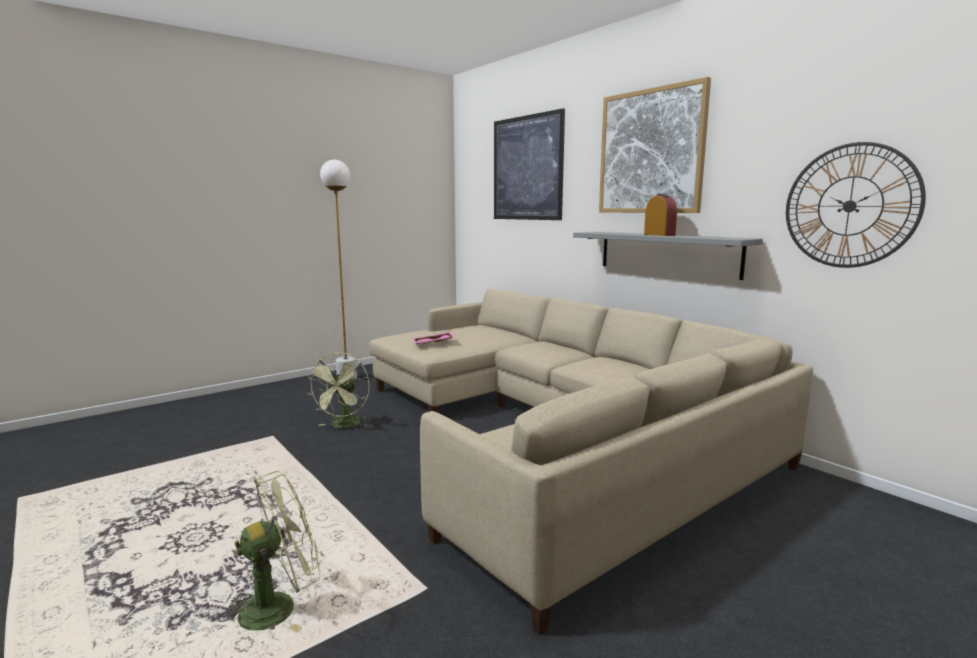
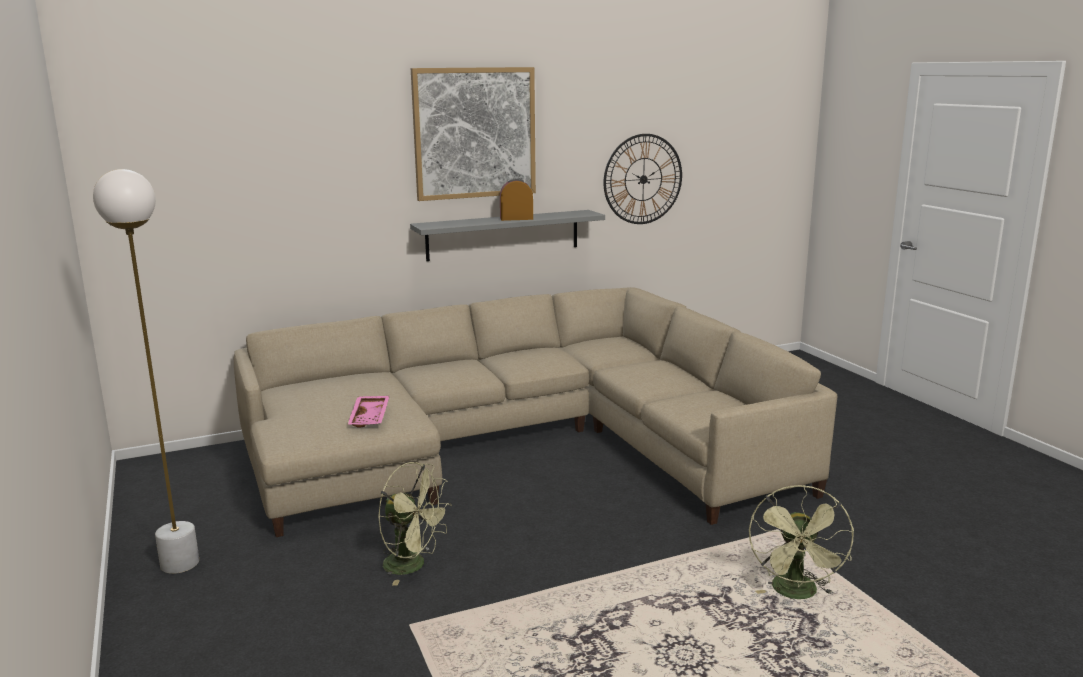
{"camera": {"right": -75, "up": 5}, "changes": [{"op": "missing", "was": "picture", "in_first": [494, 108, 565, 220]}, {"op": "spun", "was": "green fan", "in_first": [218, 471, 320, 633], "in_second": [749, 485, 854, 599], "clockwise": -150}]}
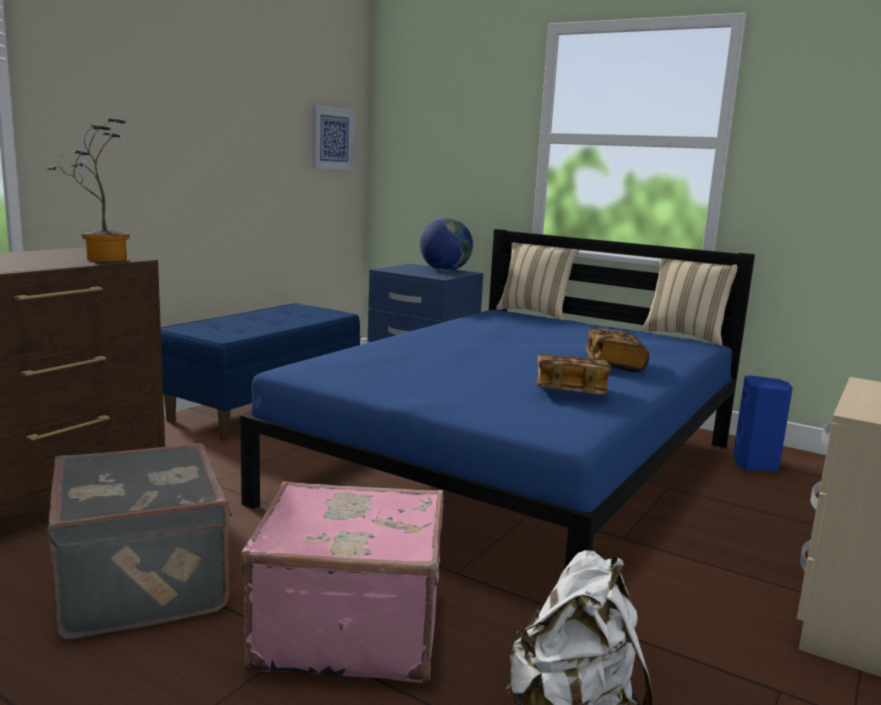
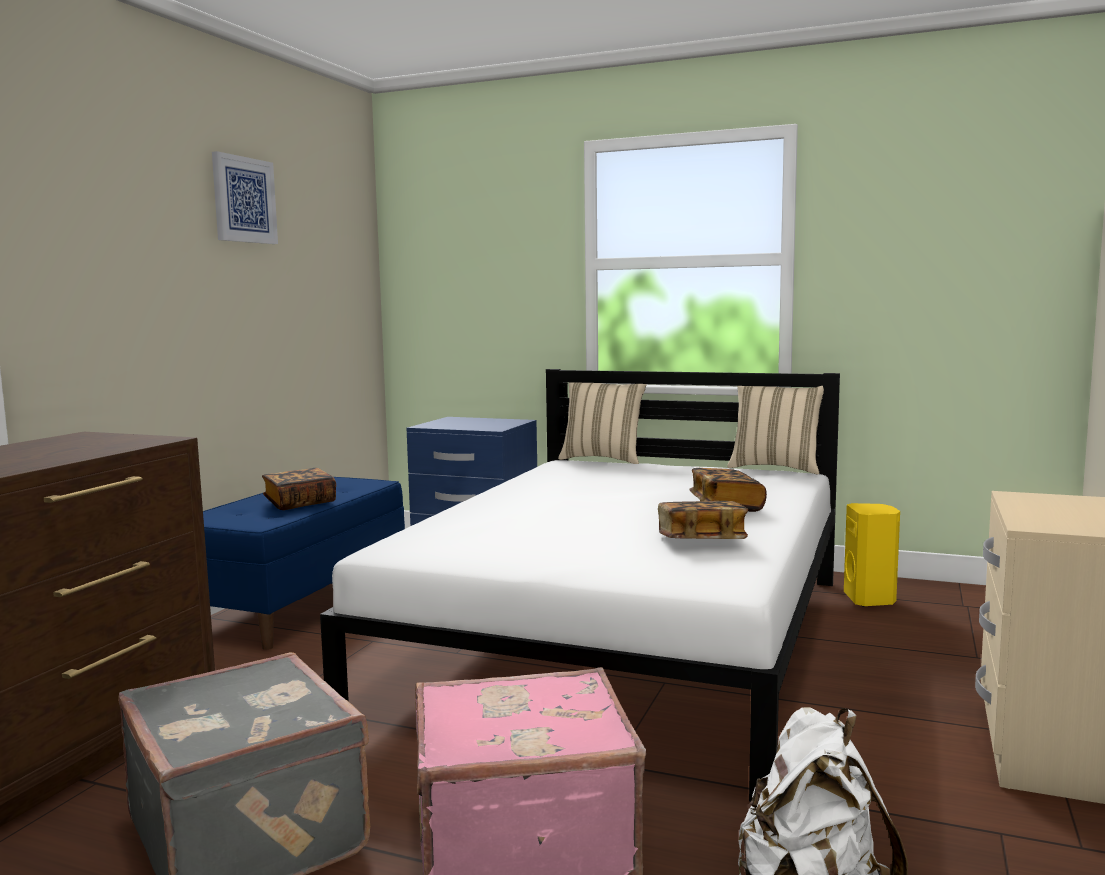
{"camera": {"right": -10, "up": -5}, "changes": [{"op": "relocated", "was": "picture", "in_first": [312, 104, 355, 170], "in_second": [212, 151, 278, 244]}, {"op": "missing", "was": "potted plant", "in_first": [45, 118, 130, 262]}, {"op": "missing", "was": "globe", "in_first": [420, 218, 473, 271]}, {"op": "colour", "was": "blue bed", "now": "white bed", "in_first": [240, 229, 755, 569], "in_second": [320, 369, 840, 802]}, {"op": "colour", "was": "blue speaker", "now": "yellow speaker", "in_first": [733, 375, 793, 472], "in_second": [844, 503, 900, 607]}, {"op": "appeared", "now": "book", "in_second": [262, 468, 336, 510]}]}
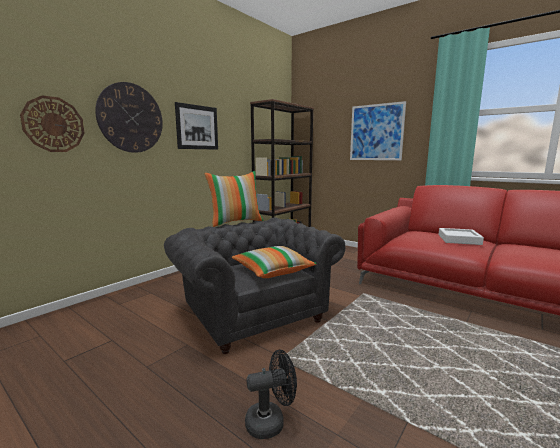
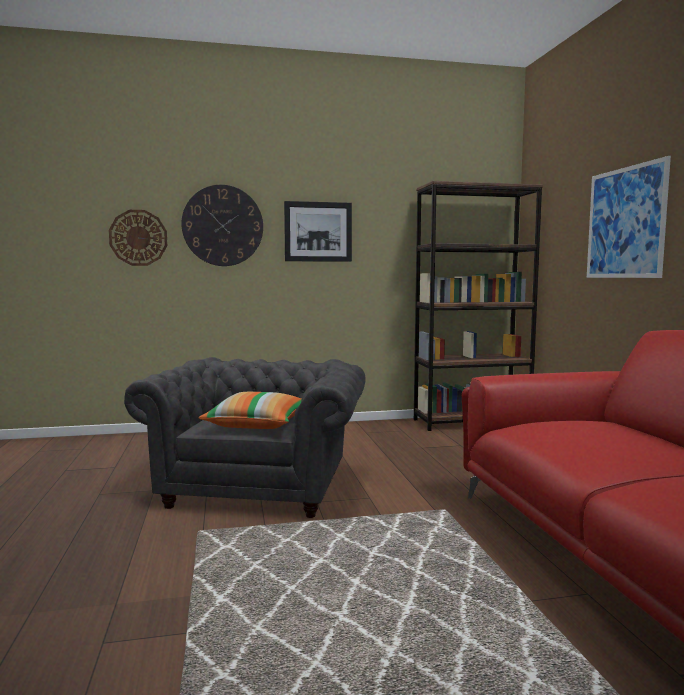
{"camera": {"right": 40, "up": -5}, "changes": [{"op": "missing", "was": "pillow", "in_first": [204, 171, 264, 227]}, {"op": "missing", "was": "white tray", "in_first": [438, 228, 484, 245]}, {"op": "missing", "was": "black fan", "in_first": [245, 350, 297, 439]}]}
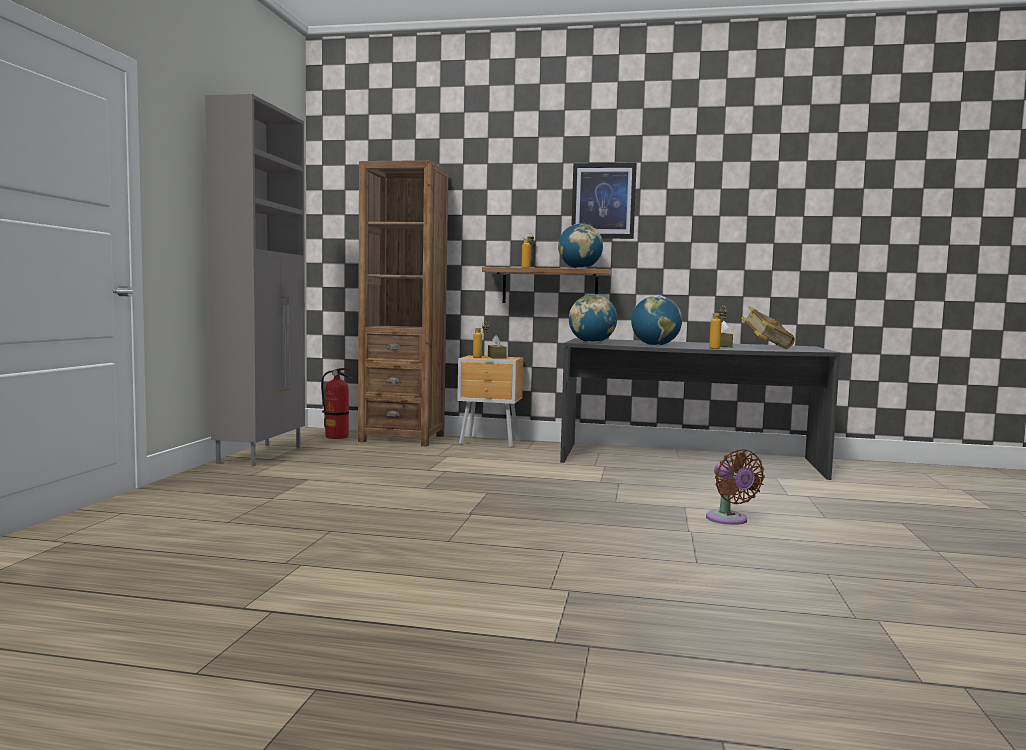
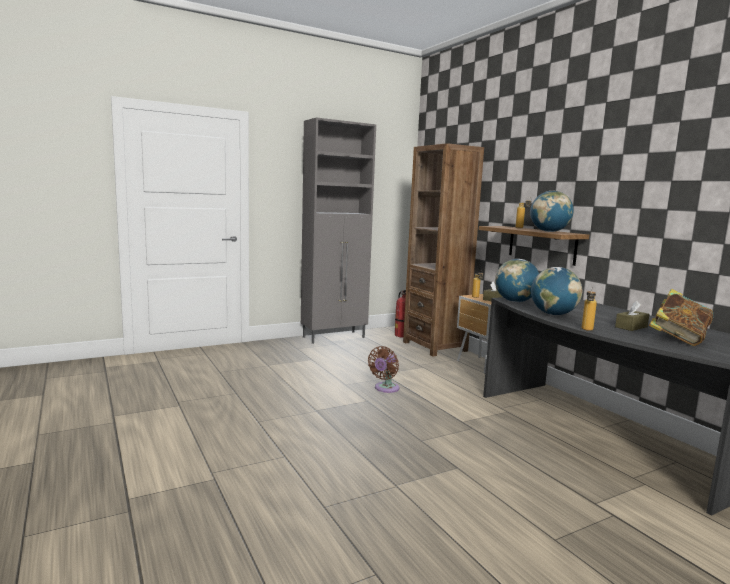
{"camera": {"right": 50, "up": 5}, "changes": [{"op": "missing", "was": "picture", "in_first": [571, 163, 637, 239]}, {"op": "relocated", "was": "brown fan", "in_first": [706, 449, 765, 525], "in_second": [368, 346, 400, 393]}]}
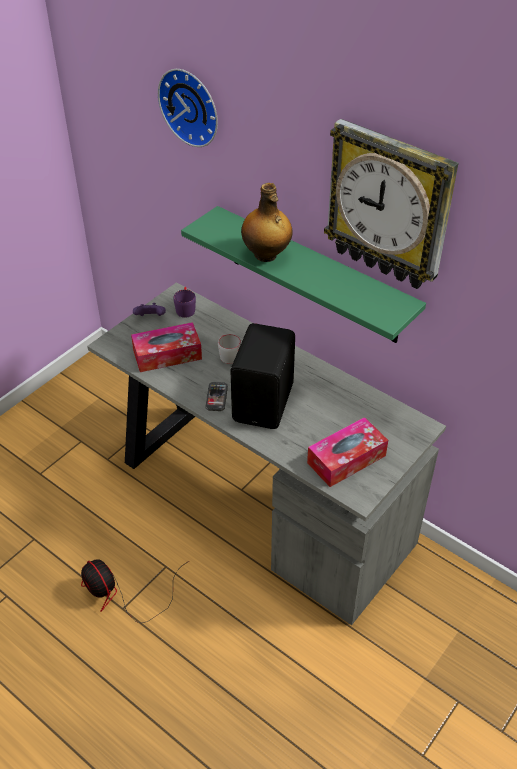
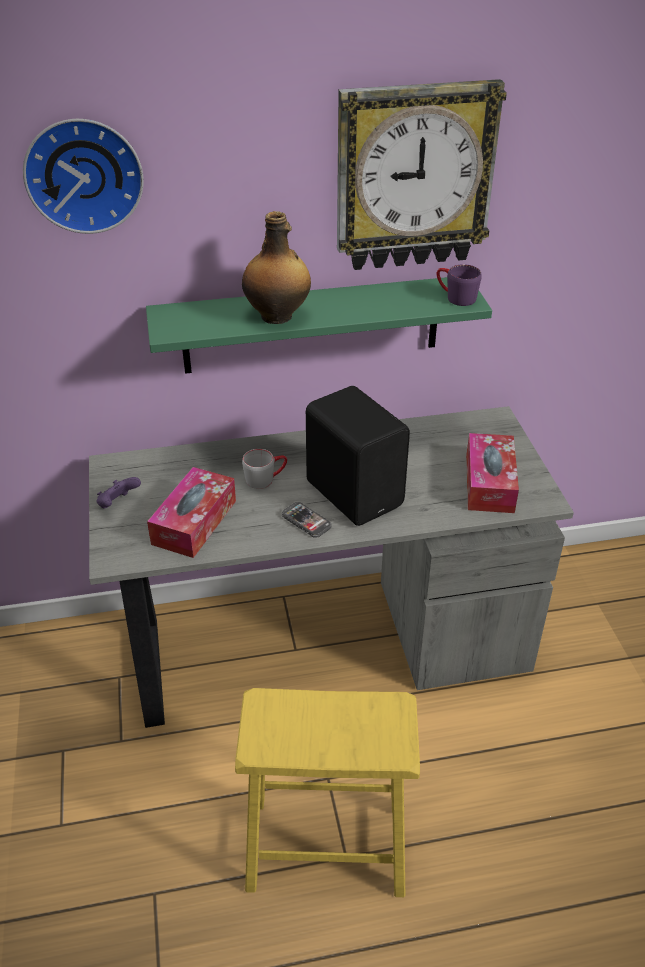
{"camera": {"right": -50, "up": -5}, "changes": [{"op": "relocated", "was": "purple mug", "in_first": [173, 287, 196, 318], "in_second": [437, 264, 482, 306]}, {"op": "exchanged", "was": "fan", "now": "yellow stool", "in_first": [81, 559, 189, 623], "in_second": [235, 688, 420, 897]}]}
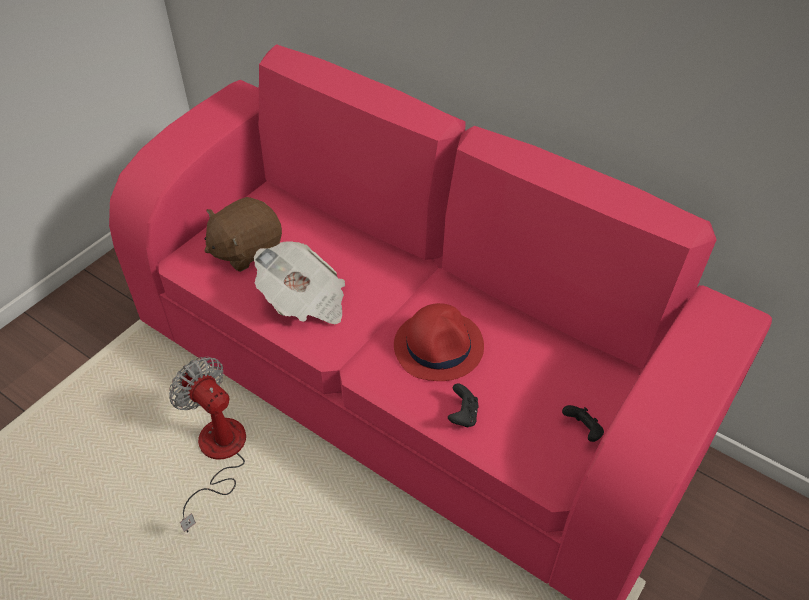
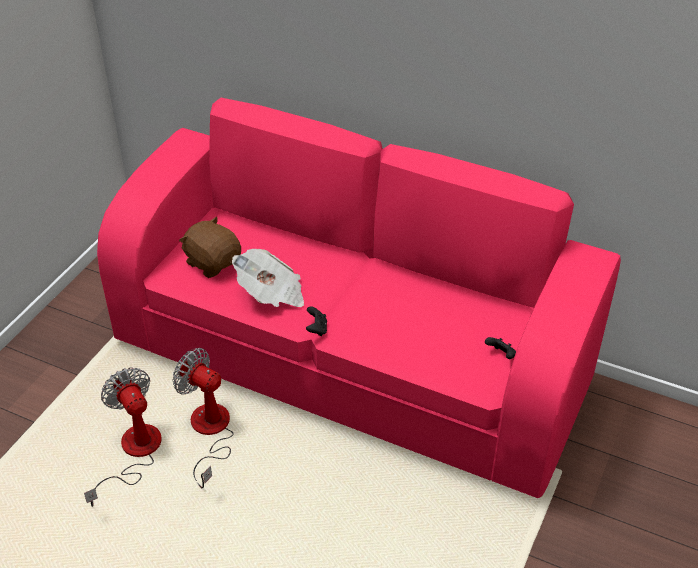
{"camera": {"right": -10, "up": -5}, "changes": [{"op": "spun", "was": "brown plush toy", "in_first": [205, 197, 282, 272], "in_second": [179, 216, 241, 278], "clockwise": 90}, {"op": "missing", "was": "red hat", "in_first": [394, 303, 484, 381]}, {"op": "relocated", "was": "black game controller", "in_first": [448, 384, 478, 428], "in_second": [306, 306, 327, 336]}, {"op": "appeared", "now": "fan", "in_second": [84, 367, 162, 507]}]}
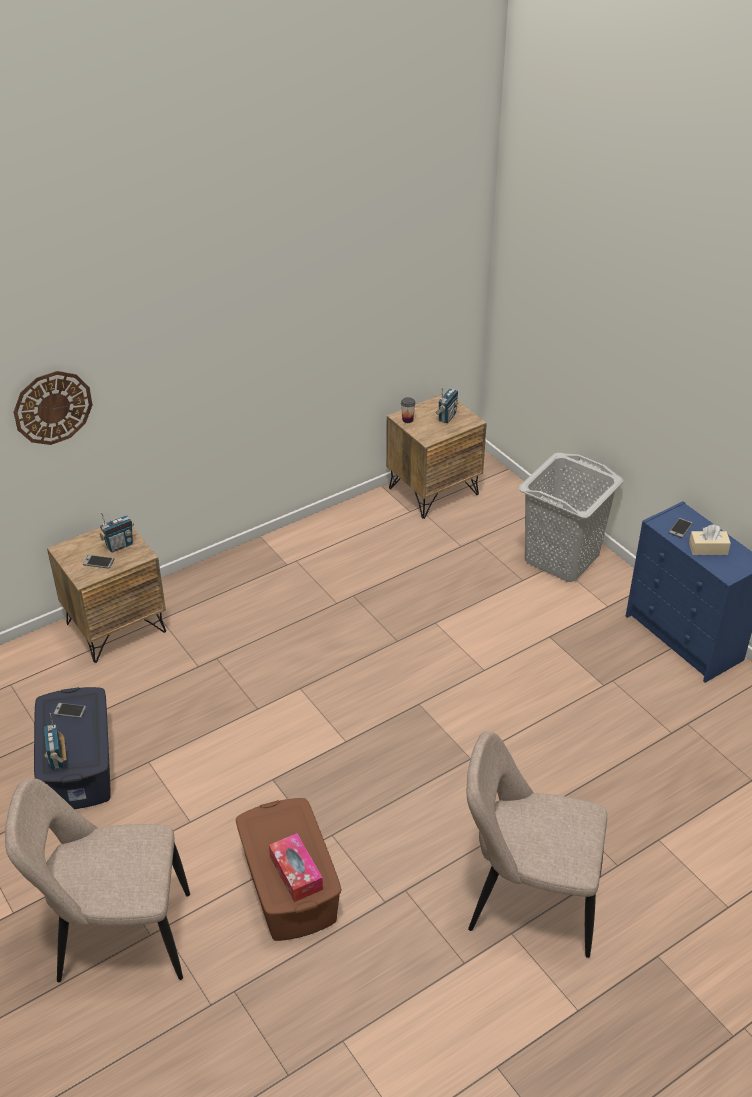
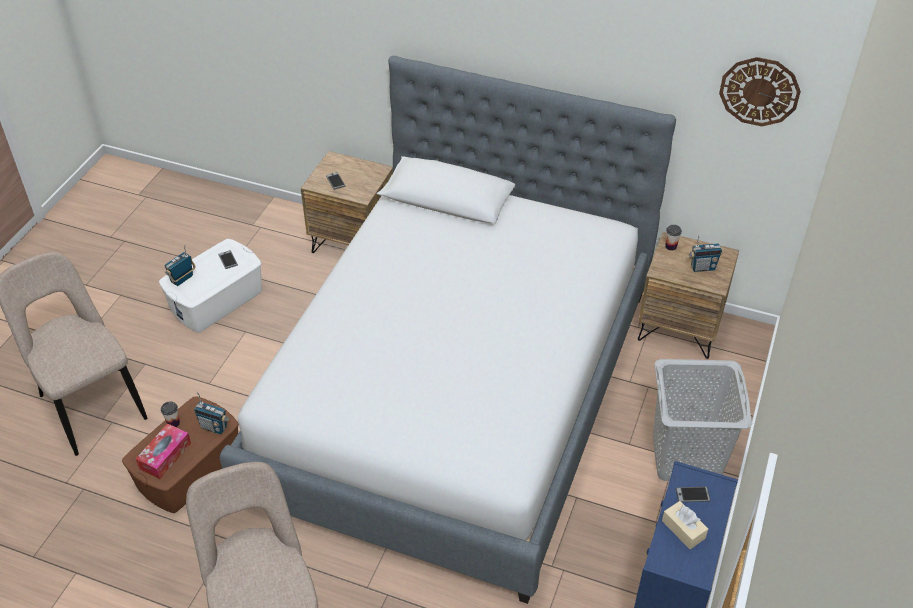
{"camera": {"right": 55, "up": 5}, "changes": [{"op": "relocated", "was": "wall clock", "in_first": [14, 371, 93, 445], "in_second": [719, 57, 801, 126]}, {"op": "relocated", "was": "radio", "in_first": [100, 512, 134, 552], "in_second": [194, 392, 230, 434]}, {"op": "colour", "was": "blue storage box", "now": "white storage box", "in_first": [34, 687, 111, 809], "in_second": [159, 239, 262, 333]}, {"op": "appeared", "now": "bed", "in_second": [220, 56, 676, 604]}, {"op": "appeared", "now": "cup", "in_second": [161, 401, 180, 427]}]}
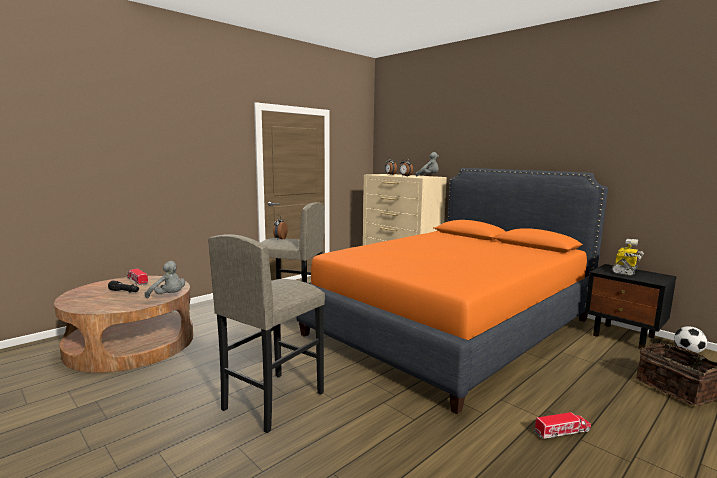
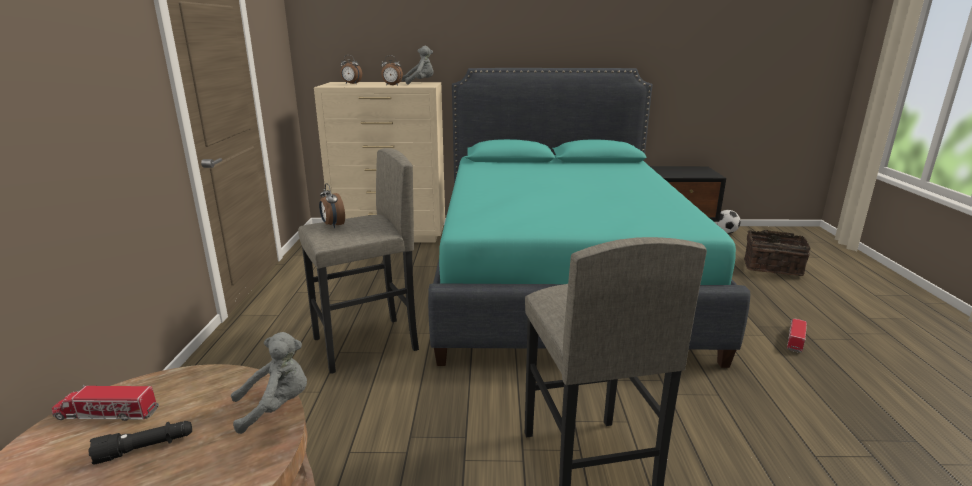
{"camera": {"right": -45, "up": 10}, "changes": [{"op": "colour", "was": "orange bed", "now": "turquoise bed", "in_first": [296, 168, 608, 414], "in_second": [428, 68, 750, 368]}, {"op": "missing", "was": "toy robot", "in_first": [612, 239, 644, 276]}]}
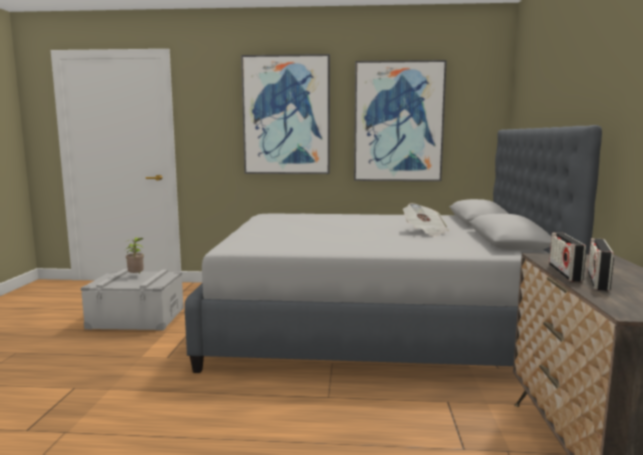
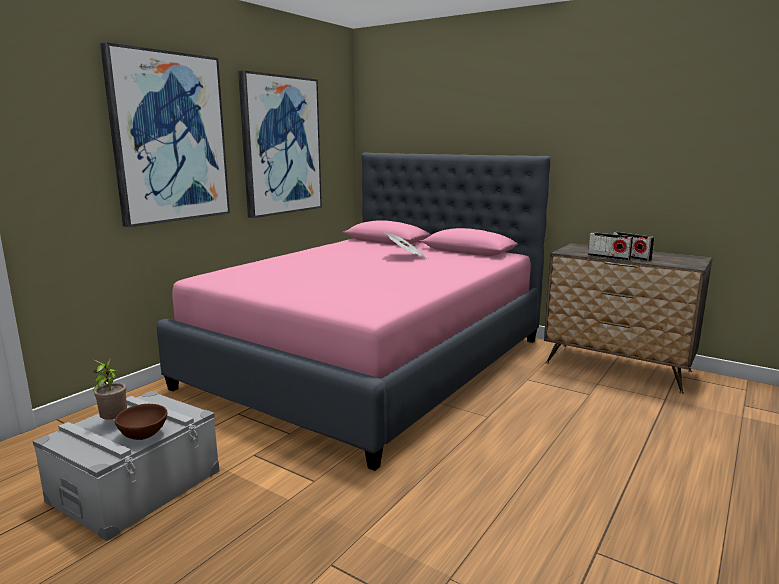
{"camera": {"right": -60, "up": 5}, "changes": [{"op": "colour", "was": "grey bed", "now": "pink bed", "in_first": [185, 125, 602, 373], "in_second": [156, 153, 551, 471]}, {"op": "appeared", "now": "brown bowl", "in_second": [115, 404, 167, 440]}]}
